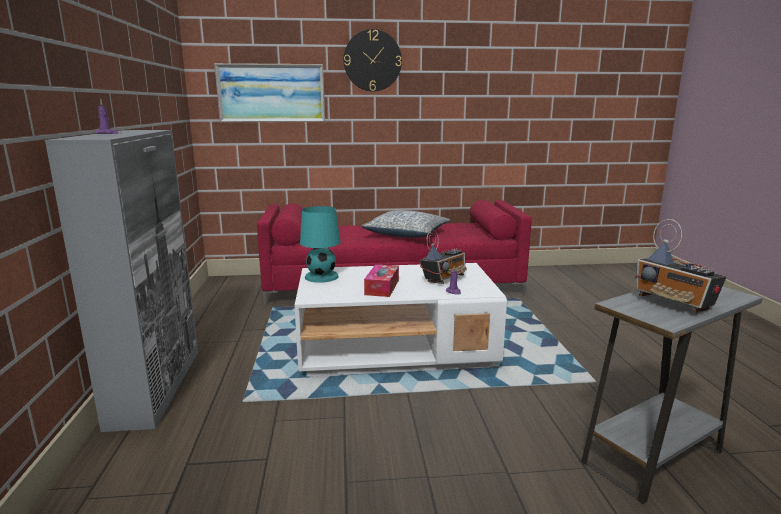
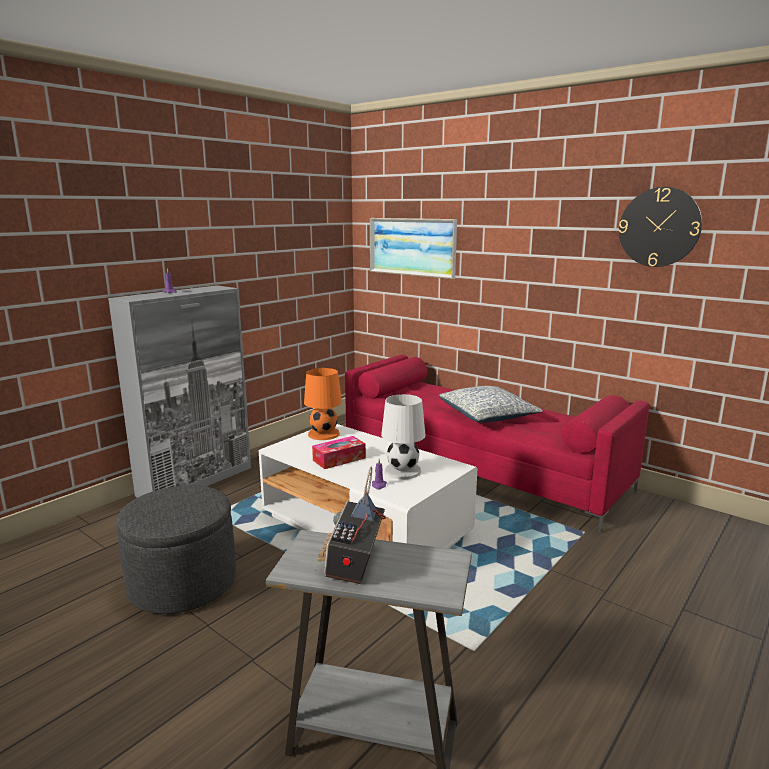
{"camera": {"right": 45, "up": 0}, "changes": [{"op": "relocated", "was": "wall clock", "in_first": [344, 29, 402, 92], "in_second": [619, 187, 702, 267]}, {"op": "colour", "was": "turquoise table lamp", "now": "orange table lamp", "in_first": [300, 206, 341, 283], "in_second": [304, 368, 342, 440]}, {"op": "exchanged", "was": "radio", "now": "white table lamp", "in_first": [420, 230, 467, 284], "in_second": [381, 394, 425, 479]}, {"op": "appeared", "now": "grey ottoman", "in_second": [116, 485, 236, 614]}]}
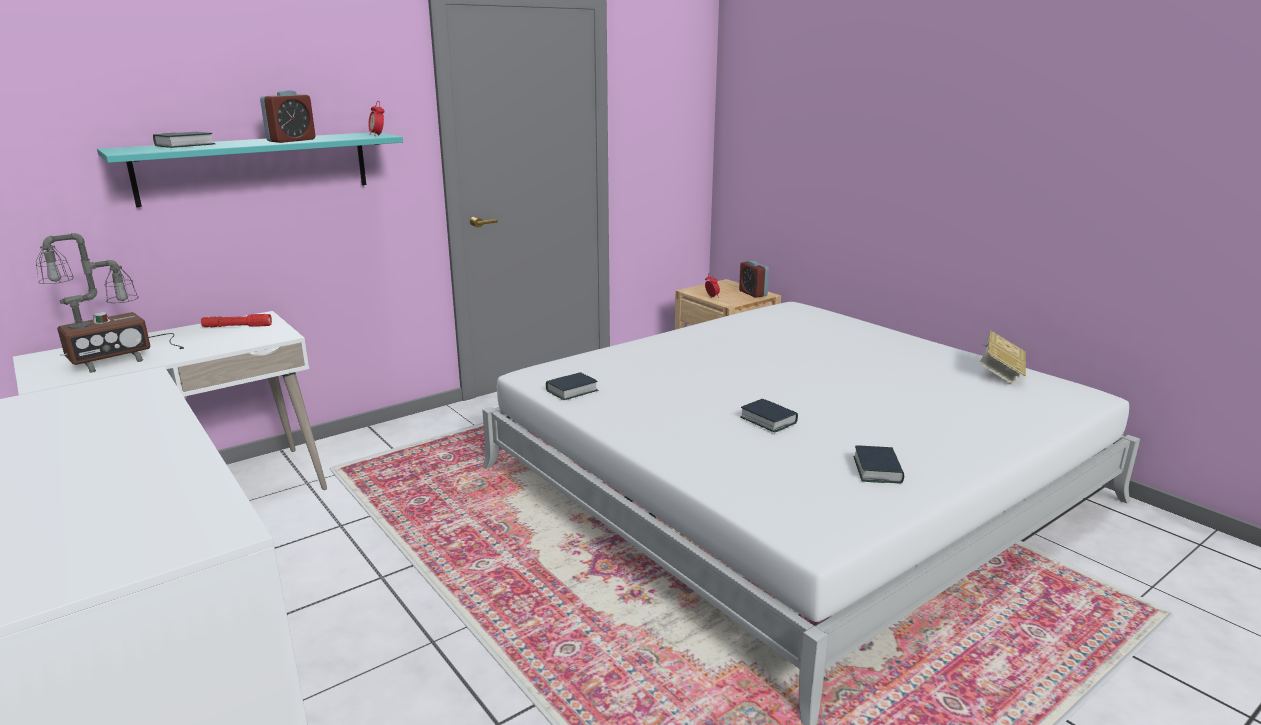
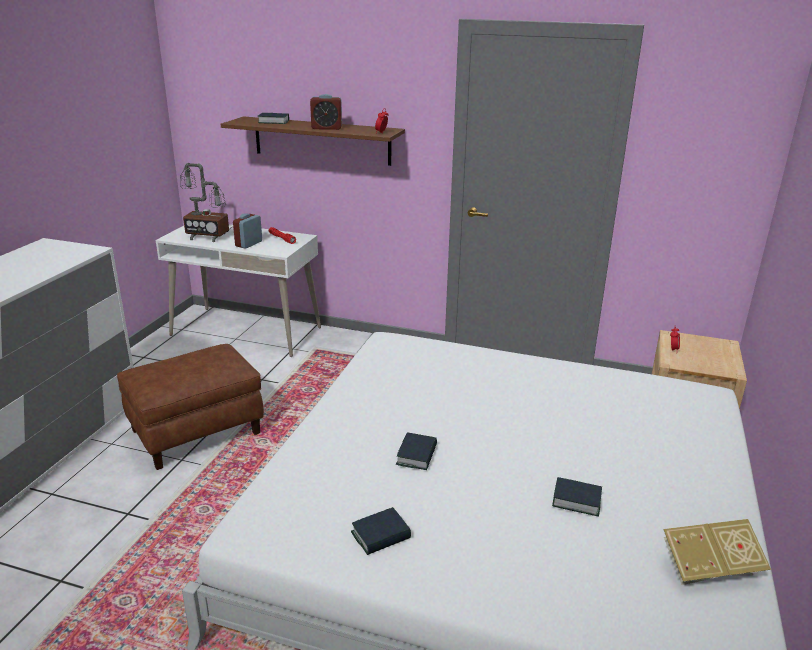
{"camera": {"right": 55, "up": 5}, "changes": [{"op": "colour", "was": "turquoise shelf", "now": "brown shelf", "in_first": [97, 132, 403, 207], "in_second": [221, 116, 405, 166]}, {"op": "relocated", "was": "alarm clock", "in_first": [739, 261, 769, 298], "in_second": [233, 213, 262, 249]}, {"op": "relocated", "was": "book", "in_first": [546, 372, 599, 400], "in_second": [552, 477, 602, 517]}, {"op": "appeared", "now": "brown ottoman", "in_second": [117, 344, 264, 470]}]}
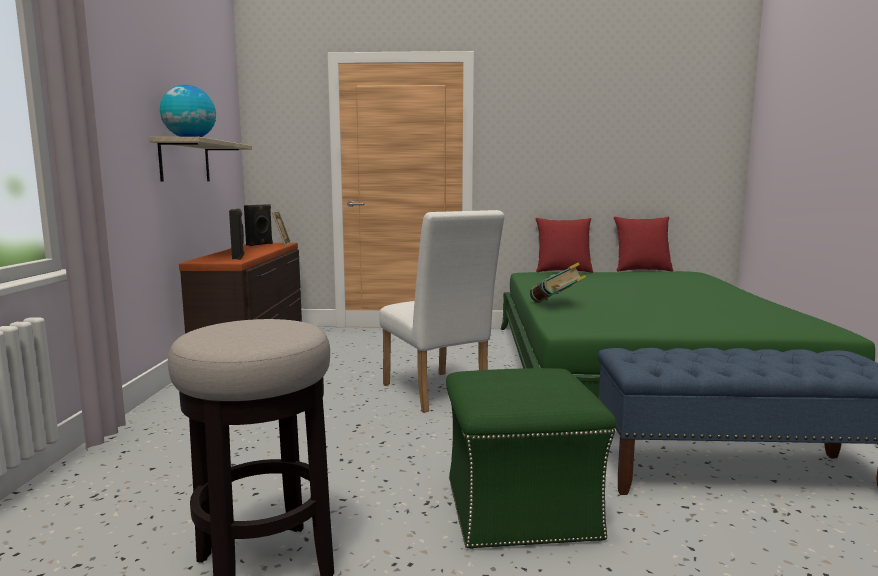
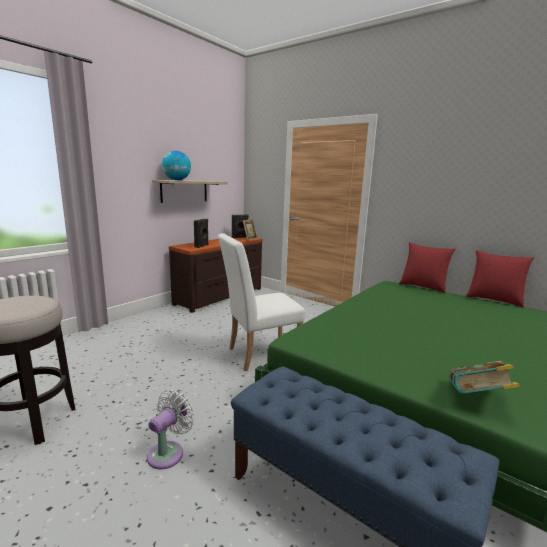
{"camera": {"right": 35, "up": 5}, "changes": [{"op": "spun", "was": "white chair", "in_first": [380, 210, 504, 413], "in_second": [218, 233, 305, 371], "clockwise": 60}, {"op": "relocated", "was": "book", "in_first": [530, 262, 586, 303], "in_second": [449, 361, 520, 394]}, {"op": "exchanged", "was": "green ottoman", "now": "white fan", "in_first": [446, 368, 616, 549], "in_second": [147, 389, 195, 470]}]}
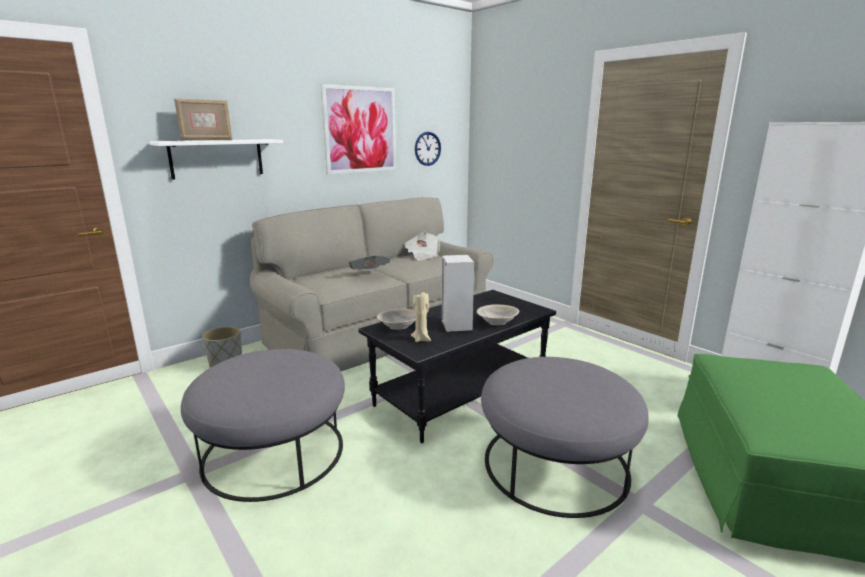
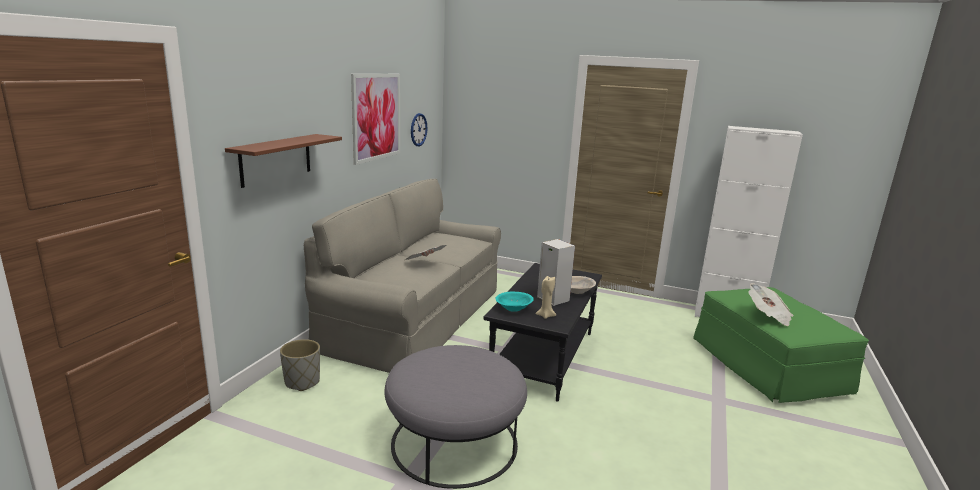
{"camera": {"right": -30, "up": 0}, "changes": [{"op": "missing", "was": "picture frame", "in_first": [174, 98, 233, 141]}, {"op": "colour", "was": "white shelf", "now": "brown shelf", "in_first": [150, 139, 283, 180], "in_second": [225, 134, 342, 188]}, {"op": "relocated", "was": "newspaper", "in_first": [404, 232, 440, 260], "in_second": [749, 283, 793, 326]}, {"op": "colour", "was": "beige bowl", "now": "turquoise bowl", "in_first": [377, 308, 415, 330], "in_second": [496, 292, 534, 312]}, {"op": "missing", "was": "grey ottoman", "in_first": [481, 357, 649, 518]}]}
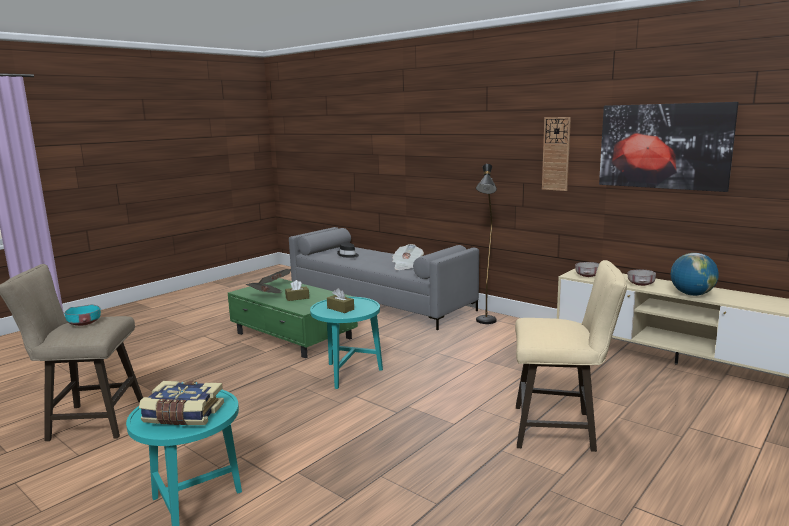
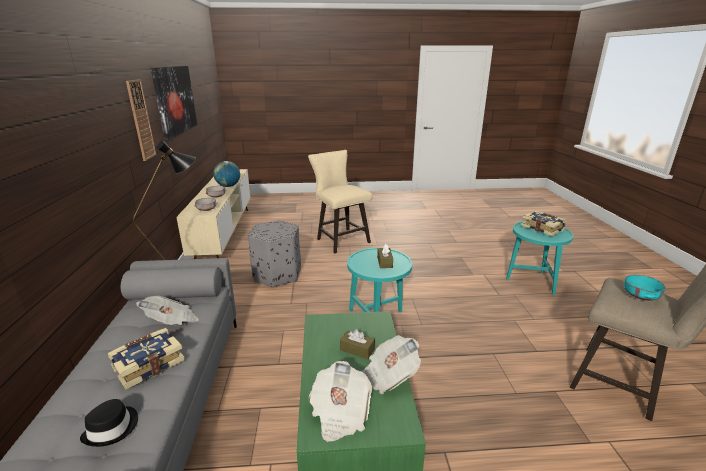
{"camera": {"right": -135, "up": 10}, "changes": [{"op": "appeared", "now": "grey ottoman", "in_second": [248, 220, 301, 288]}, {"op": "appeared", "now": "book", "in_second": [108, 328, 185, 390]}]}
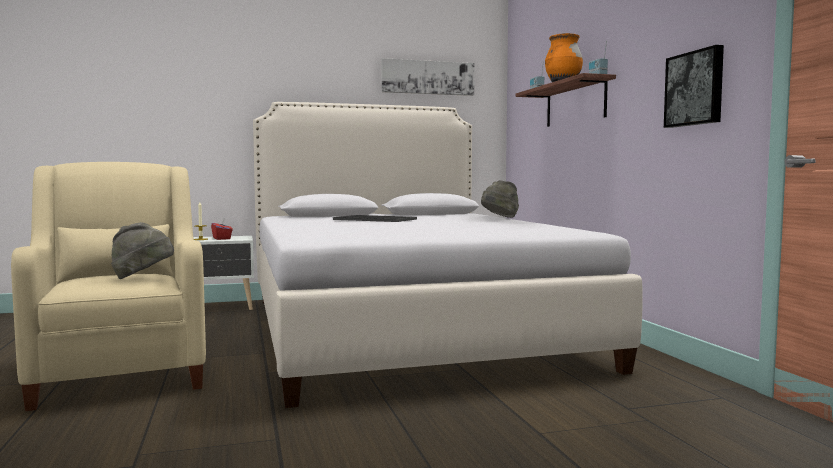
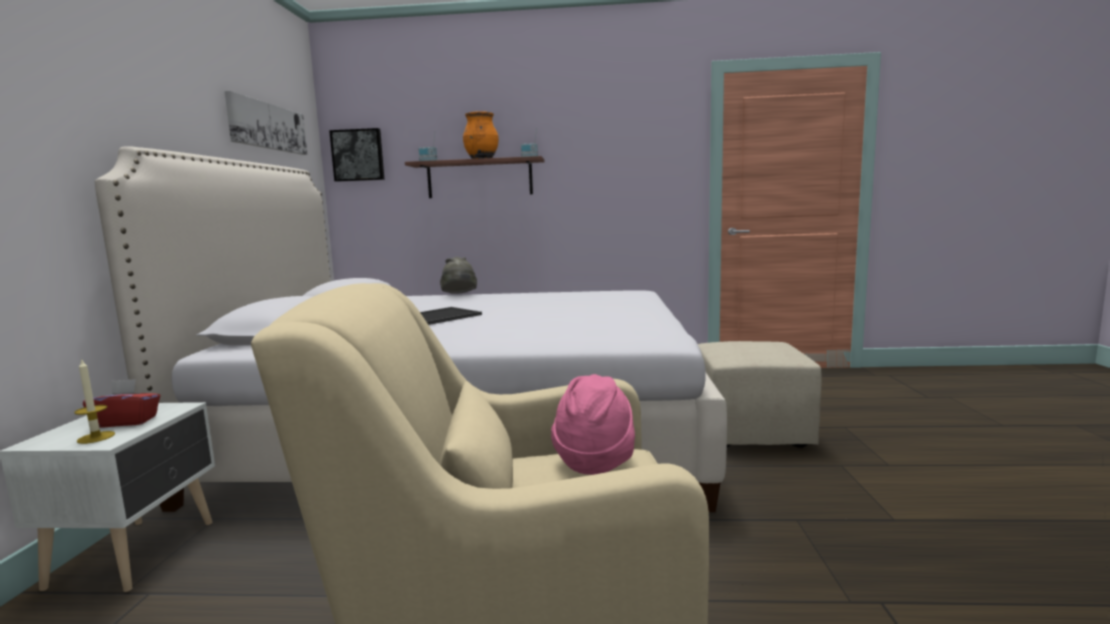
{"camera": {"right": -70, "up": 5}, "changes": [{"op": "relocated", "was": "picture", "in_first": [664, 45, 724, 128], "in_second": [329, 128, 385, 182]}, {"op": "colour", "was": "grey hat", "now": "pink hat", "in_first": [111, 222, 174, 279], "in_second": [551, 374, 635, 475]}, {"op": "appeared", "now": "beige ottoman", "in_second": [698, 341, 822, 448]}]}
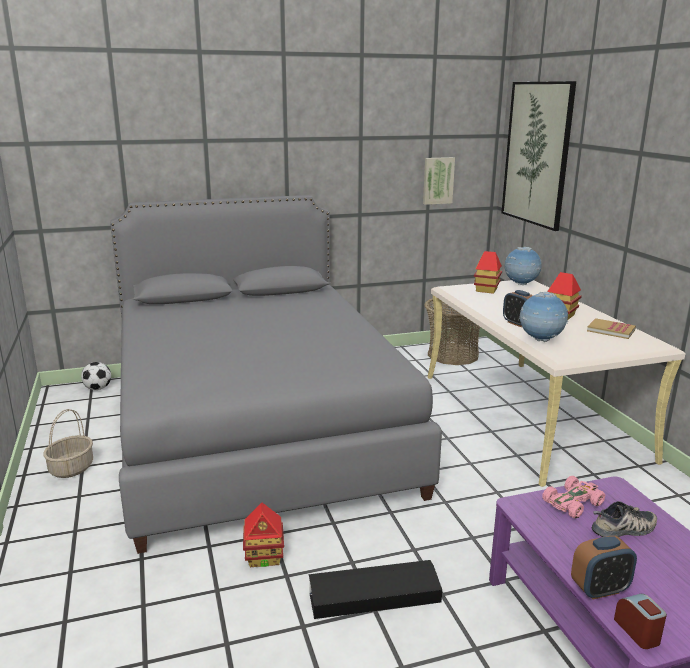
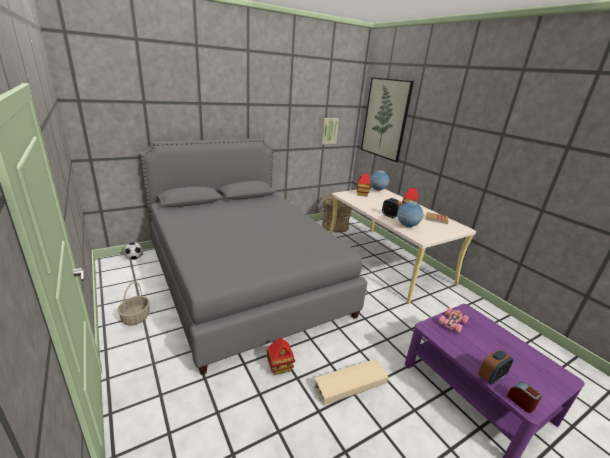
{"camera": {"right": -15, "up": 5}, "changes": [{"op": "missing", "was": "shoe", "in_first": [592, 501, 657, 537]}, {"op": "colour", "was": "black storage box", "now": "beige storage box", "in_first": [309, 560, 442, 620], "in_second": [314, 359, 388, 405]}]}
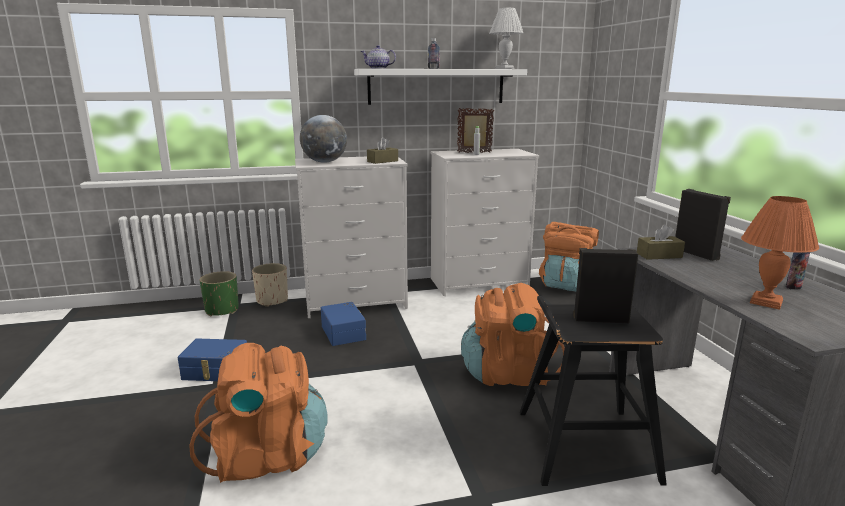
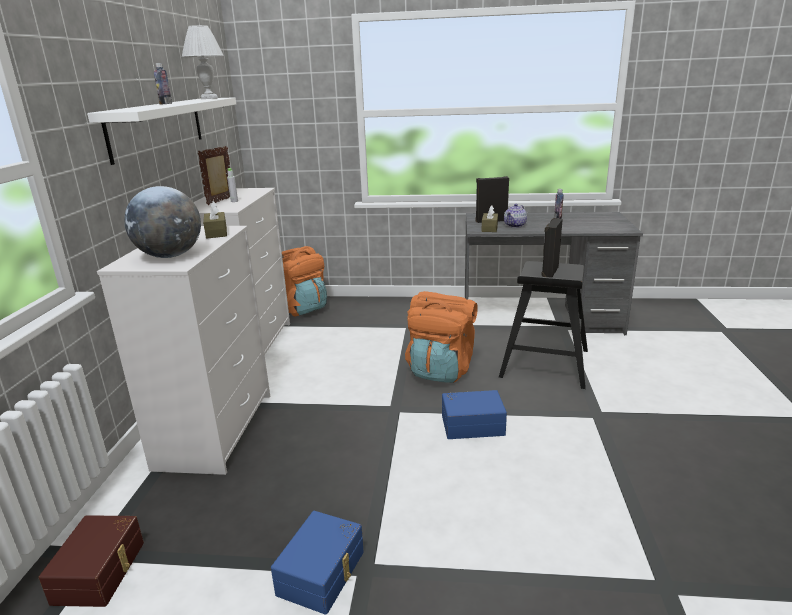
{"camera": {"right": -70, "up": 5}, "changes": [{"op": "relocated", "was": "teapot", "in_first": [361, 45, 396, 69], "in_second": [504, 204, 527, 228]}, {"op": "missing", "was": "orange table lamp", "in_first": [741, 196, 819, 310]}, {"op": "missing", "was": "beige planter", "in_first": [252, 263, 288, 307]}, {"op": "exchanged", "was": "green planter", "now": "brown storage box", "in_first": [200, 271, 239, 317], "in_second": [39, 515, 144, 607]}, {"op": "relocated", "was": "blue storage box", "in_first": [321, 302, 366, 346], "in_second": [442, 390, 507, 439]}, {"op": "missing", "was": "orange backpack", "in_first": [189, 343, 328, 483]}]}
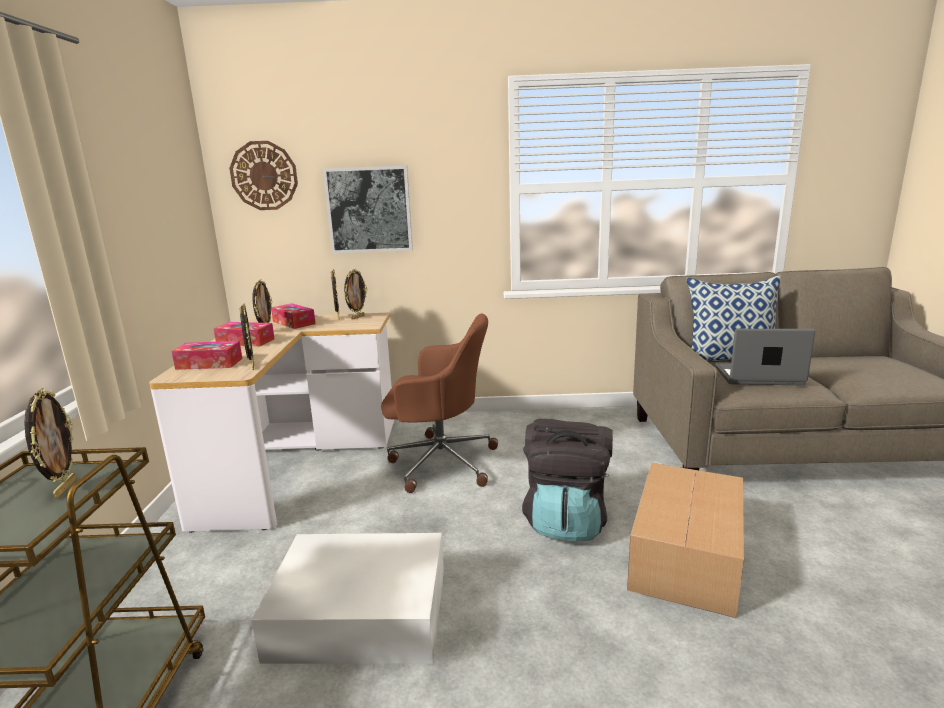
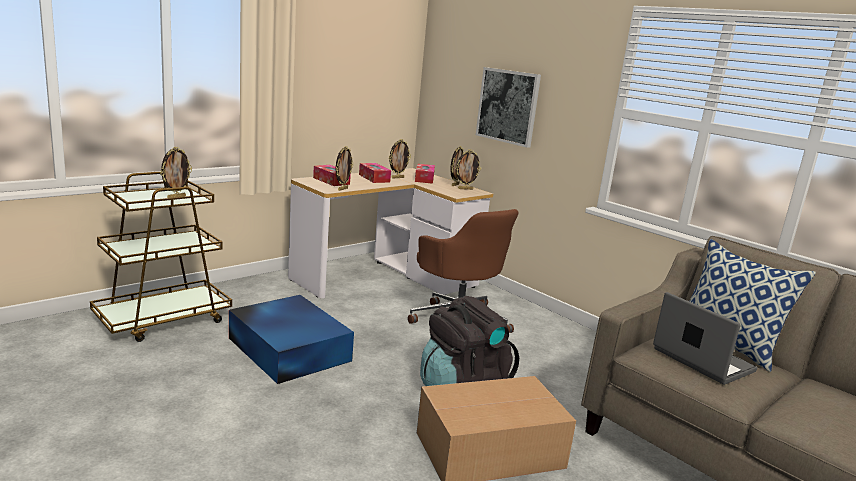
{"camera": {"right": 45, "up": 0}, "changes": [{"op": "missing", "was": "wall clock", "in_first": [229, 141, 298, 210]}, {"op": "colour", "was": "white storage box", "now": "blue storage box", "in_first": [251, 533, 444, 664], "in_second": [229, 295, 354, 384]}]}
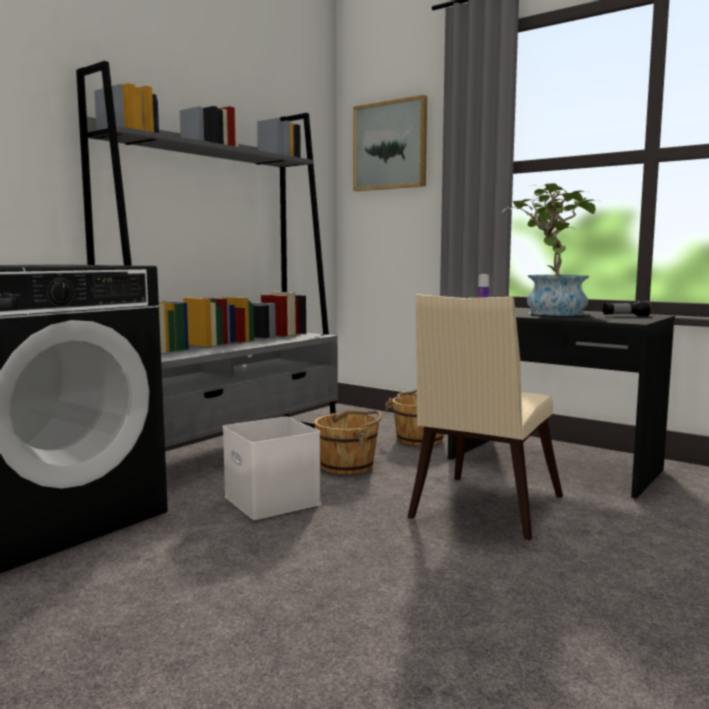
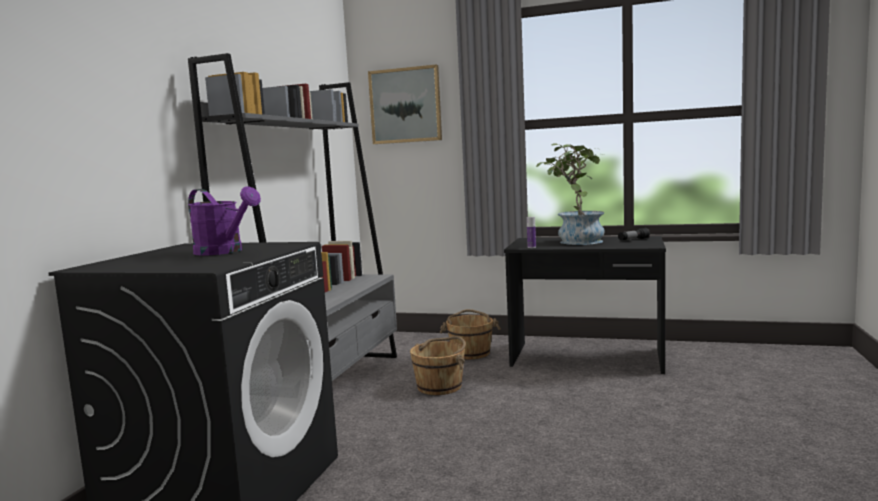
{"camera": {"right": -20, "up": 0}, "changes": [{"op": "missing", "was": "beige chair", "in_first": [407, 294, 563, 540]}, {"op": "missing", "was": "white storage box", "in_first": [223, 416, 321, 520]}, {"op": "appeared", "now": "purple watering can", "in_second": [188, 186, 261, 256]}]}
